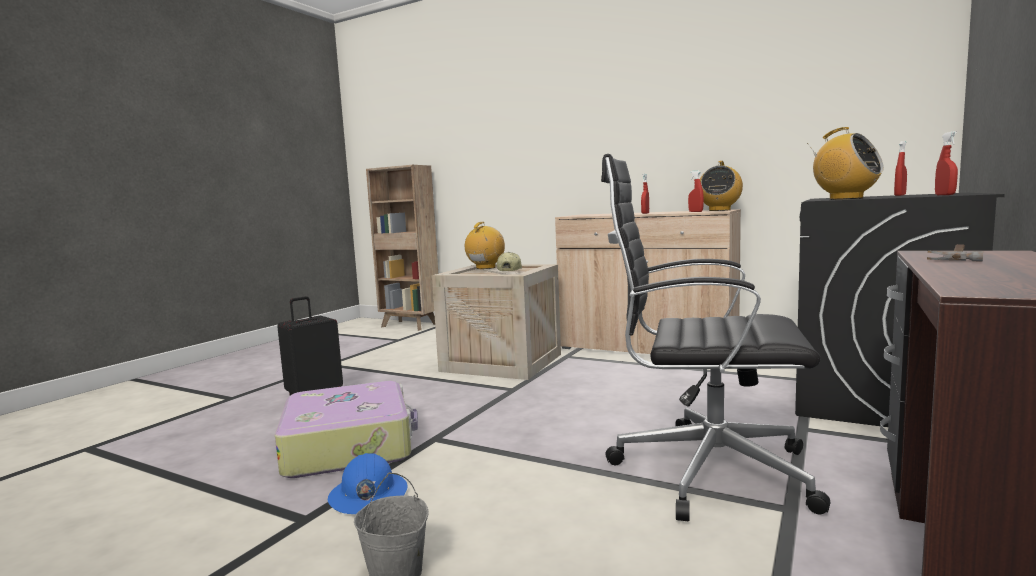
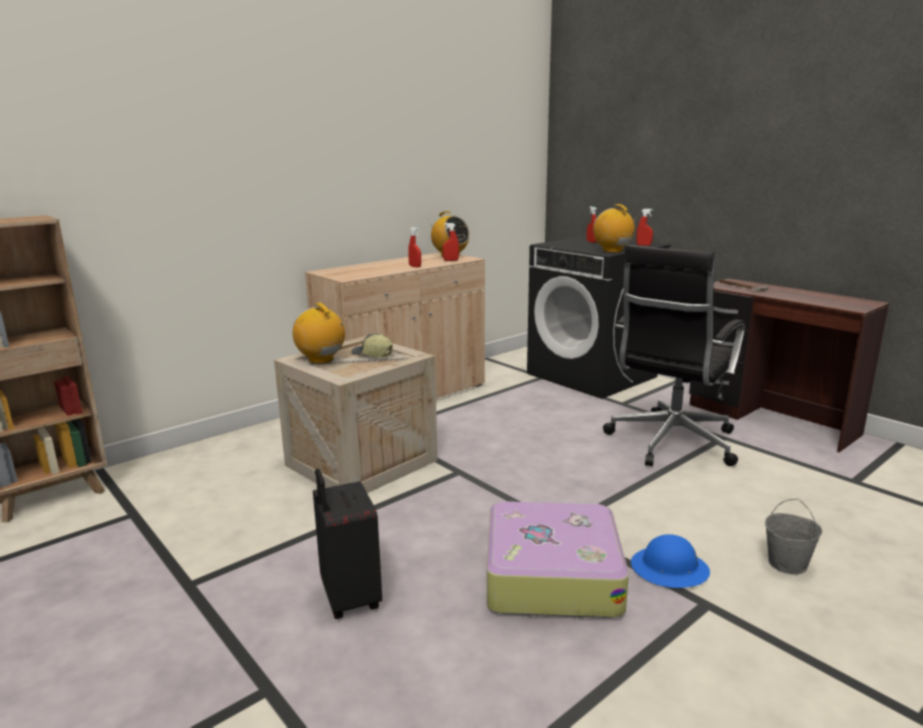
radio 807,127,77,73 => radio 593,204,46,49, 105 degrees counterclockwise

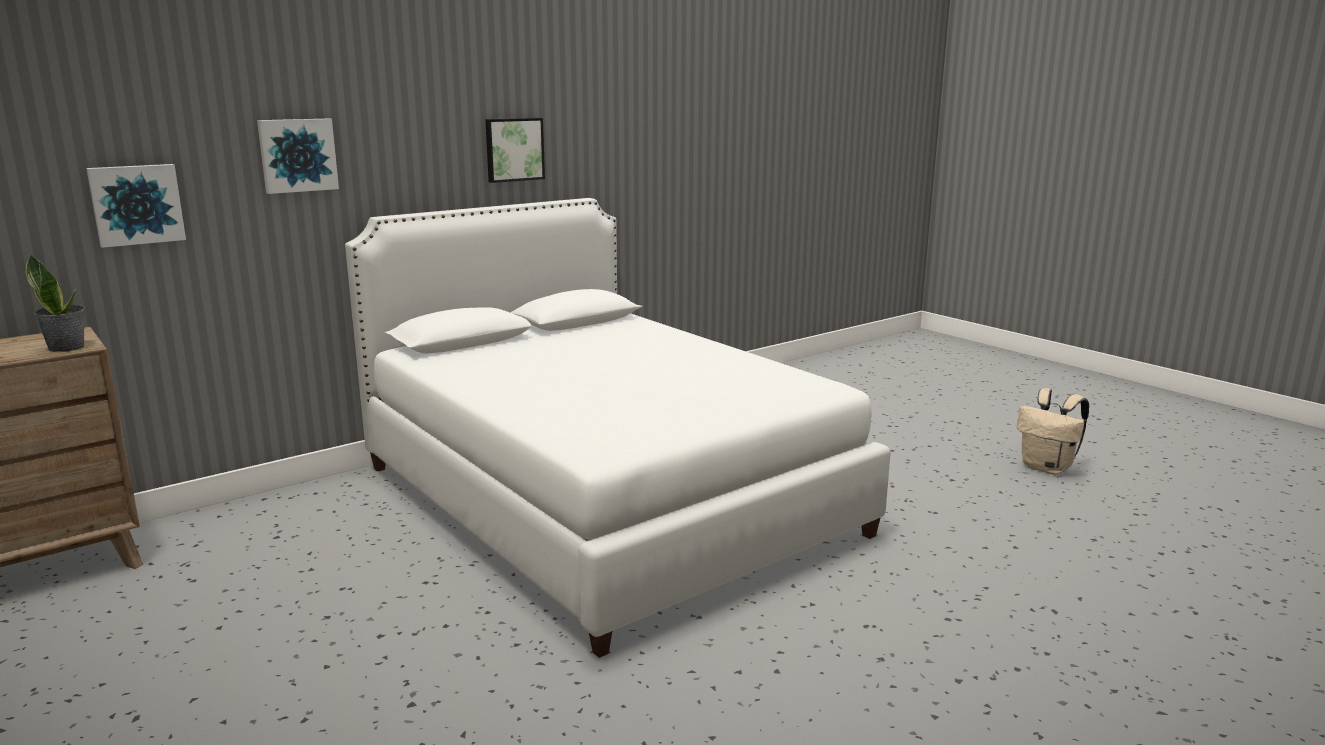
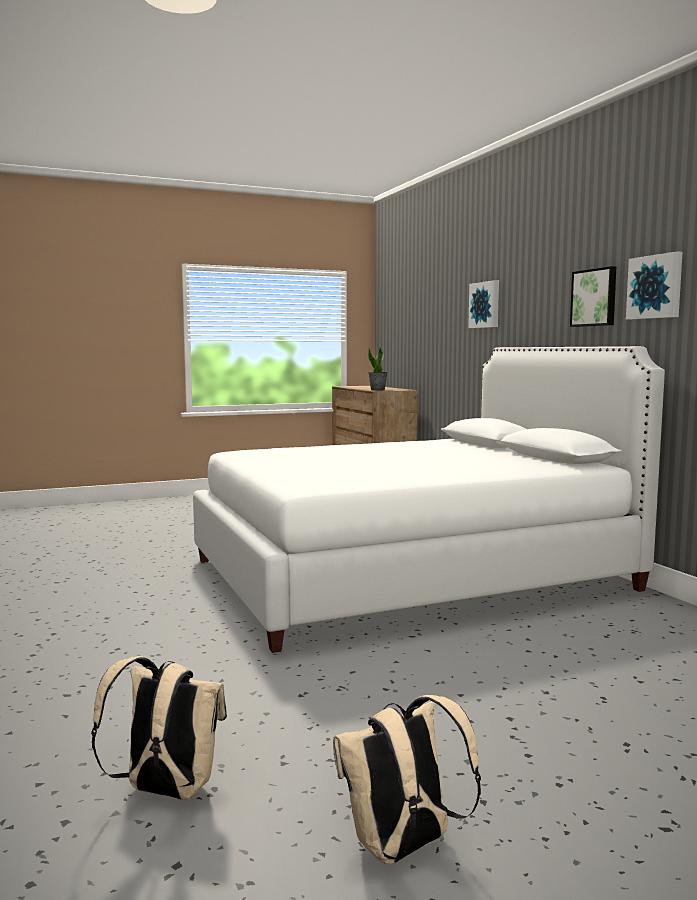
tableau 86,164,100,84 => tableau 626,251,57,69, relocated
nothing => sac à dos (beige) 91,656,136,144

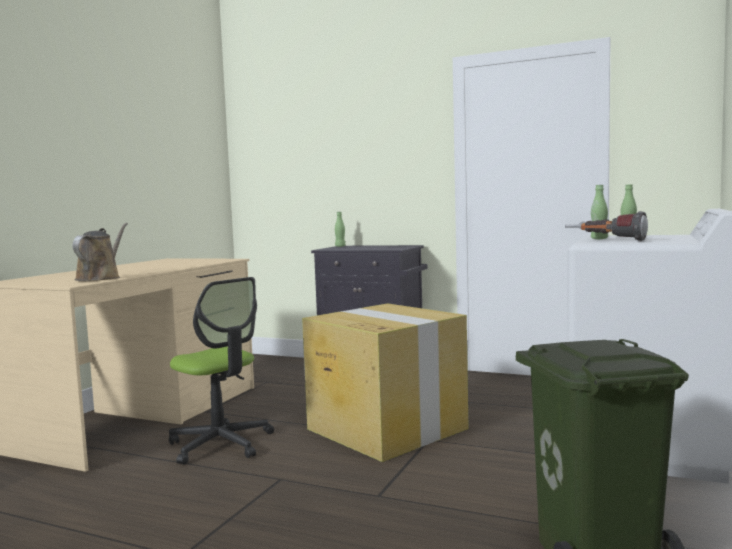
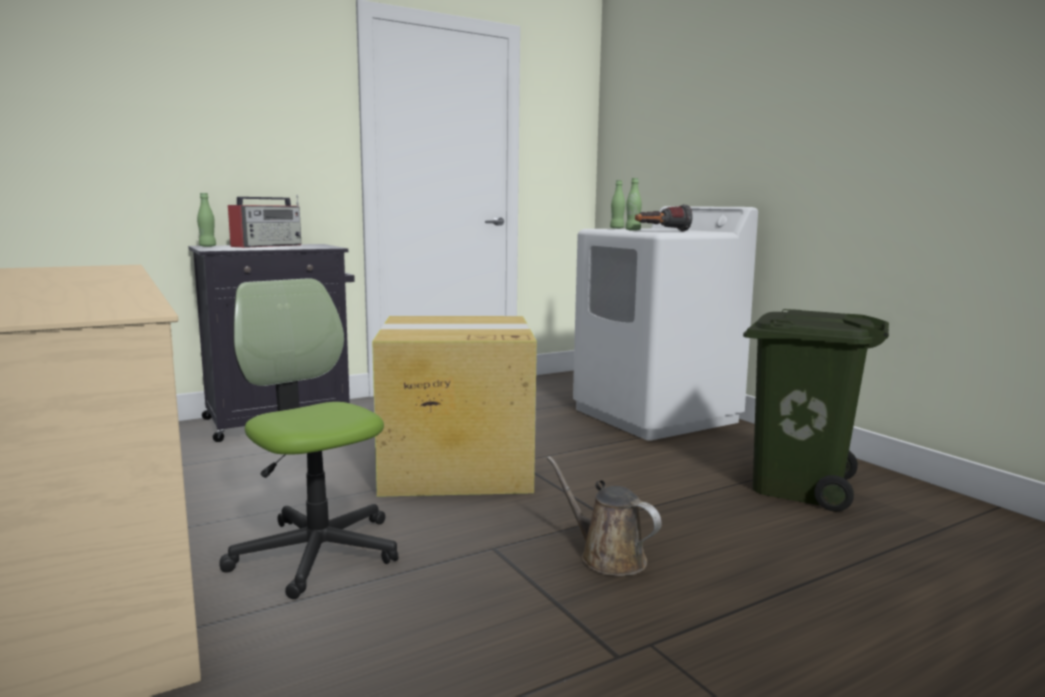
arrosoir (marron) 72,223,56,58 => arrosoir (marron) 547,456,114,120, relocated
chaise de bureau 169,277,105,188 => chaise de bureau 220,278,179,321, 120 degrees counterclockwise
nothing => radio 228,195,73,53

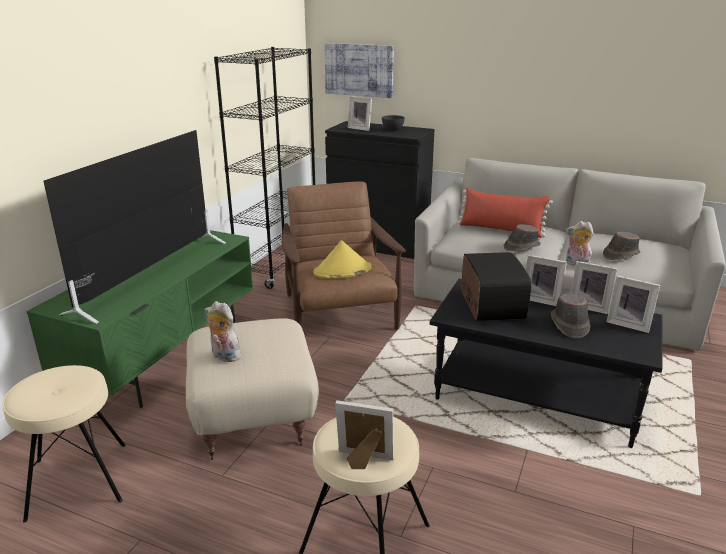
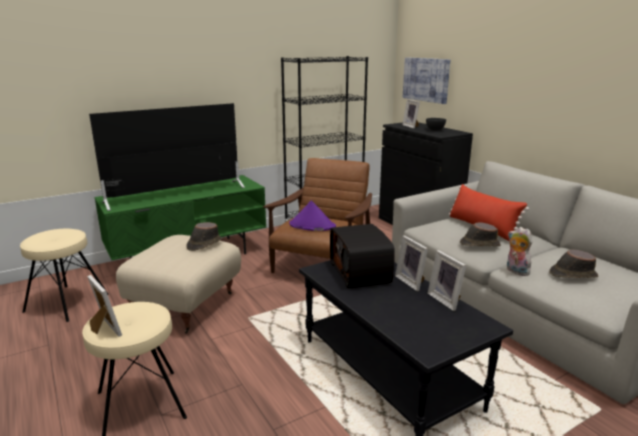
peluche 204,301,41,61 => nothing
chapeau (jaune) 313,240,59,39 => chapeau (violet) 289,200,47,31
radio 461,252,70,69 => radio 330,224,65,64, 135 degrees clockwise
chapeau (marron) 551,294,39,45 => chapeau (marron) 186,222,36,29, relocated
cadre photo 607,275,53,58 => nothing

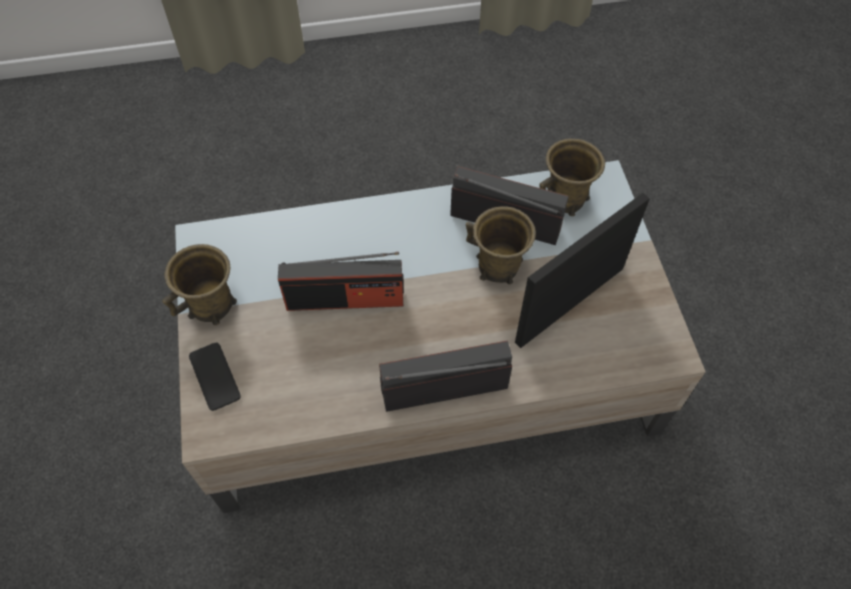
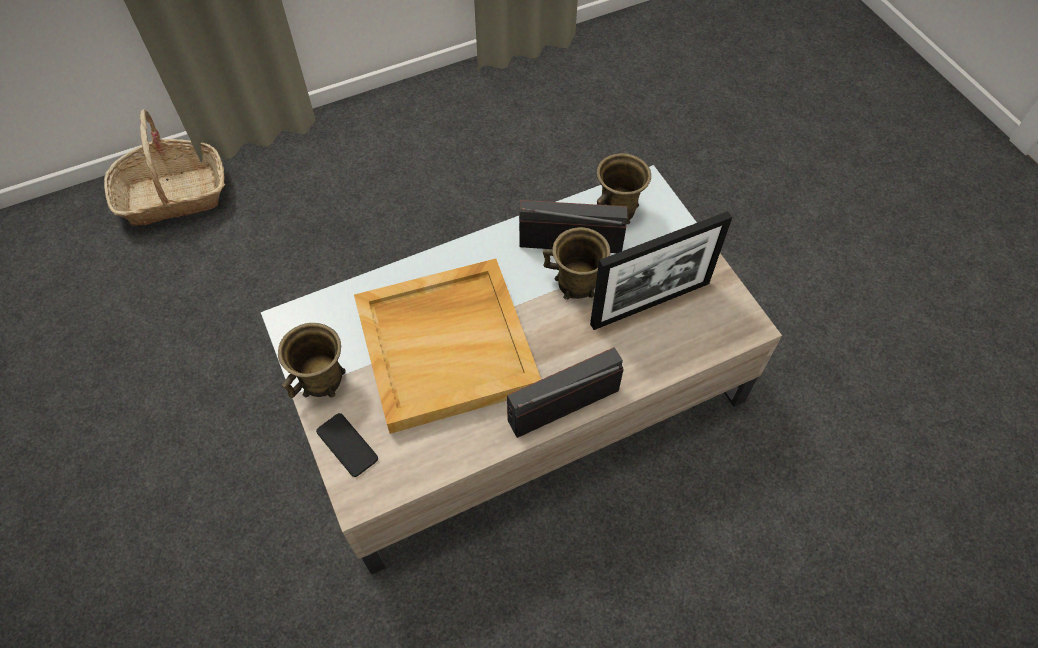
radio 278,252,126,59 => plateau (beige) 354,258,187,176
cadre photo 515,193,135,155 => cadre photo 590,211,142,119, 150 degrees counterclockwise
nothing => panier 104,109,121,117

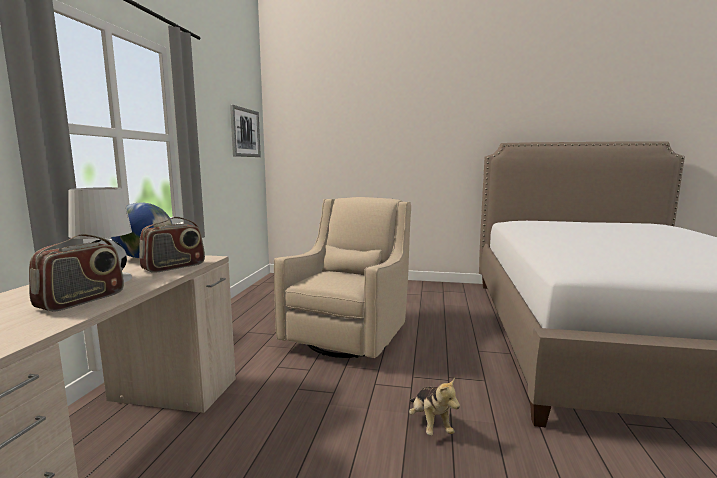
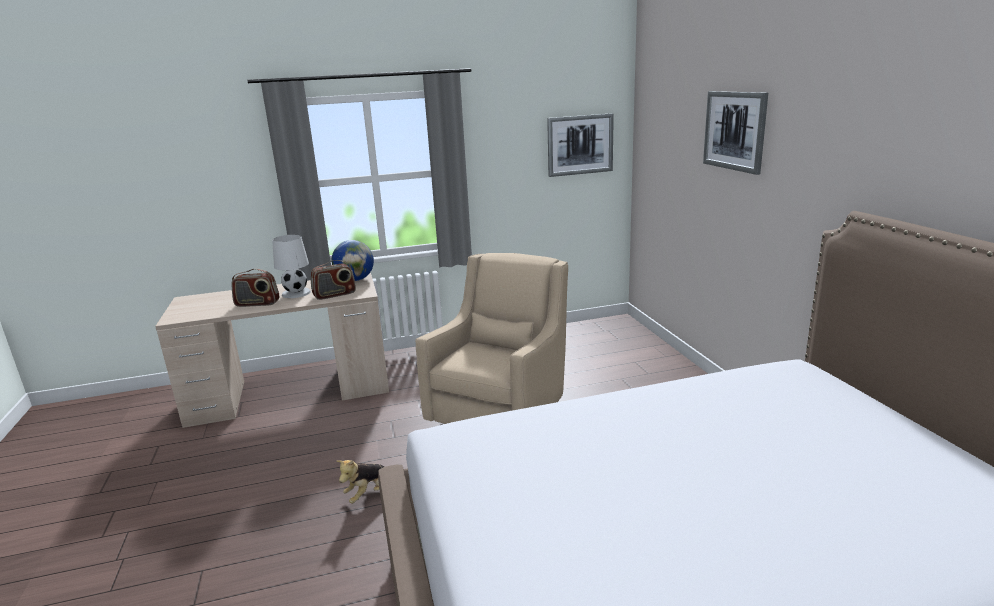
radio 139,217,66,56 => radio 311,260,45,40, 45 degrees counterclockwise
fauteuil (beige) 274,197,137,161 => fauteuil (beige) 415,253,153,171, 60 degrees counterclockwise
nothing => tableau 703,91,65,84

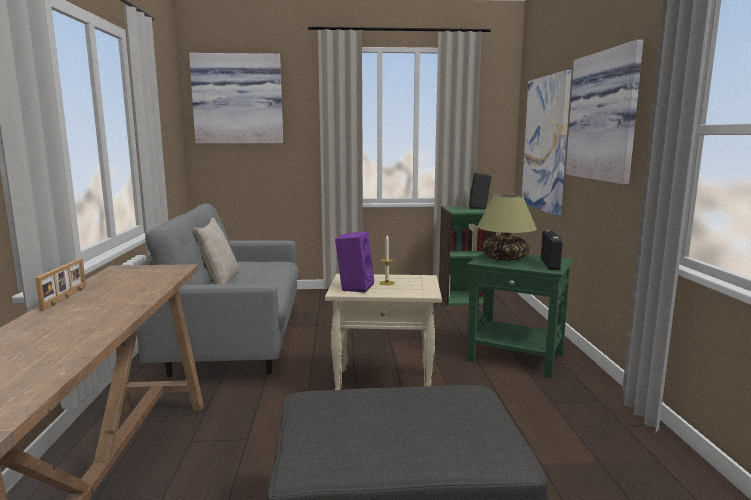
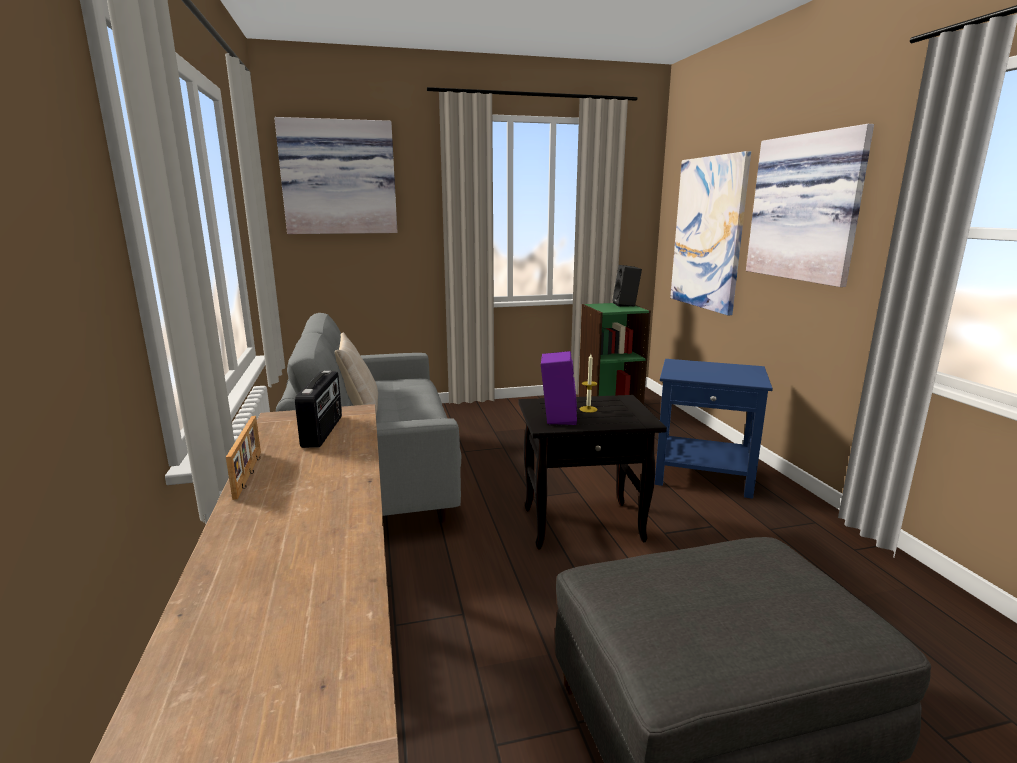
table d'appoint (beige) 325,274,117,116 => table d'appoint (noir) 518,395,149,155
table d'appoint (vert) 467,253,107,125 => table d'appoint (bleu) 655,359,118,140
lampe de table 477,194,60,66 => nothing
radio 541,230,22,40 => radio 295,370,47,78, relocated

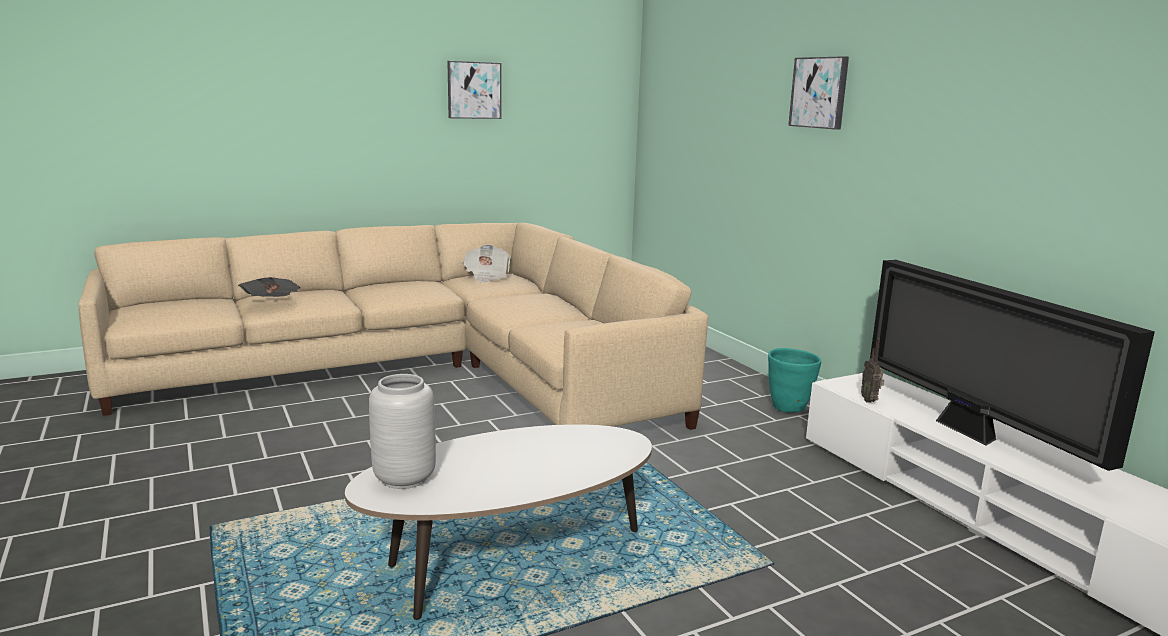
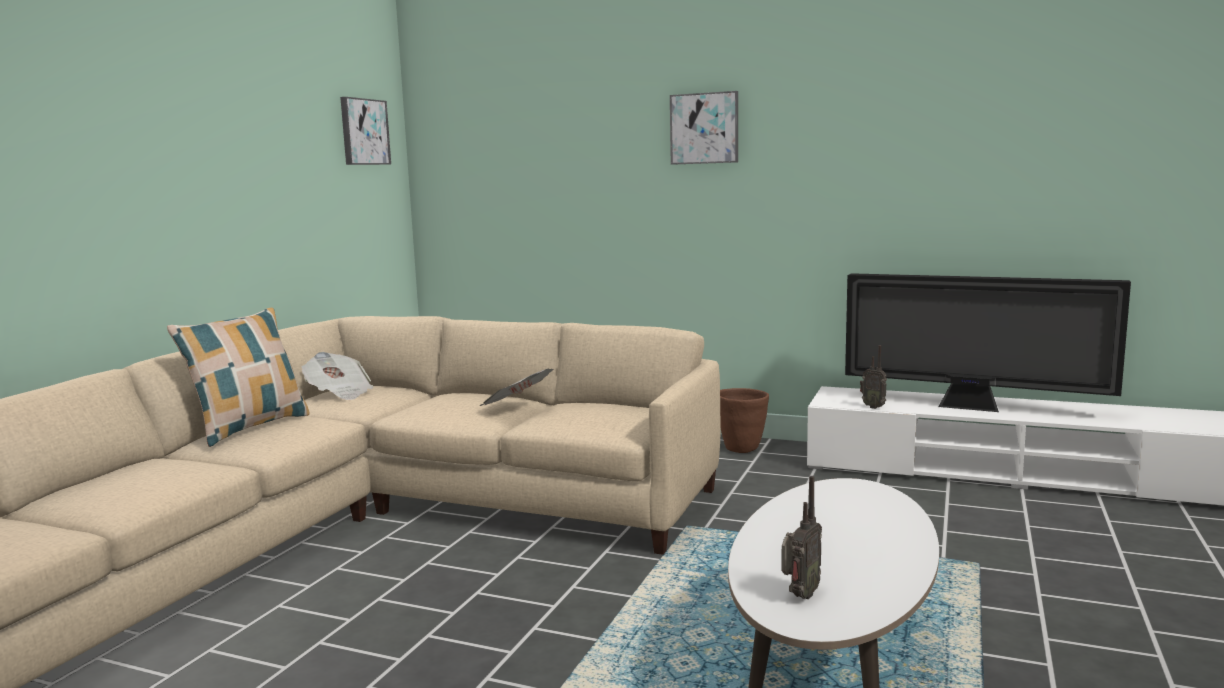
journal 238,277,63,20 => journal 479,368,74,38, relocated
vase (gris) 369,374,67,115 => radio 781,476,41,123
tableau 447,61,55,58 => tableau 340,97,51,68, relocated
cache-pot (turquoise) 768,348,53,64 => cache-pot (marron) 720,388,49,65
nothing => coussin 167,308,143,139

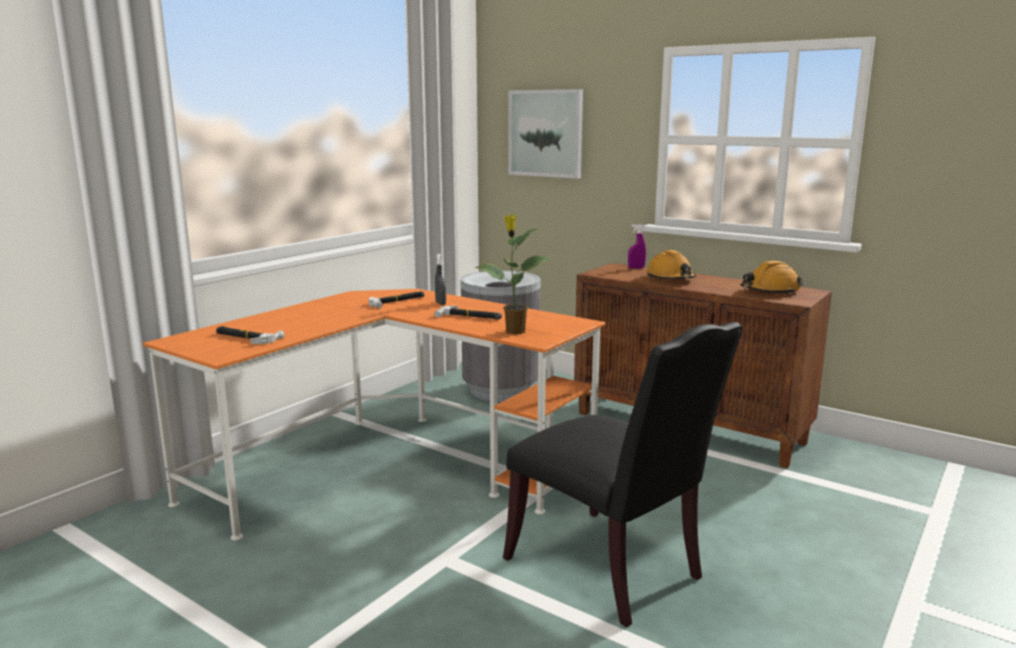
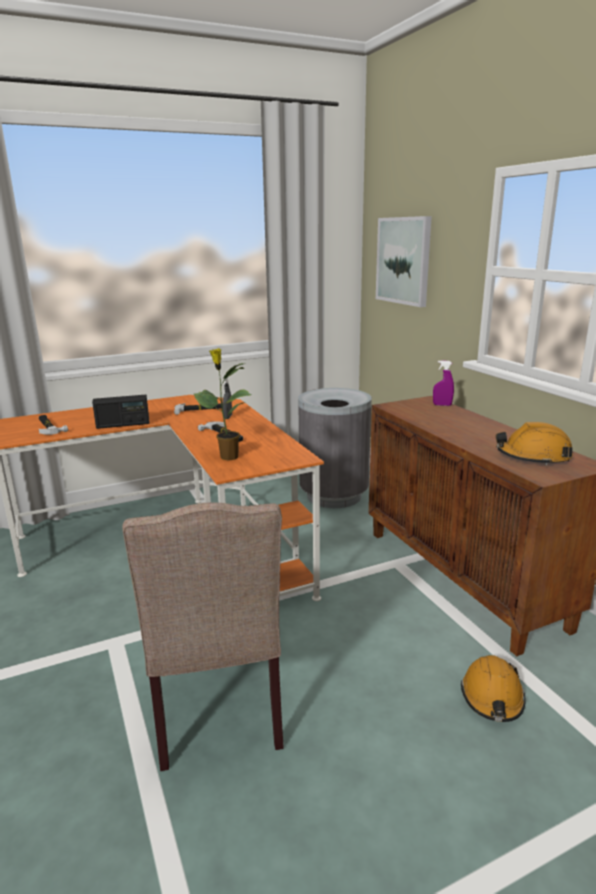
chaise (noir) 503,322,239,305 => chaise (beige) 122,503,162,268
casque de chantier (orange) 647,250,49,29 => casque de chantier (orange) 461,655,65,67, relocated
nothing => radio 92,395,58,34

